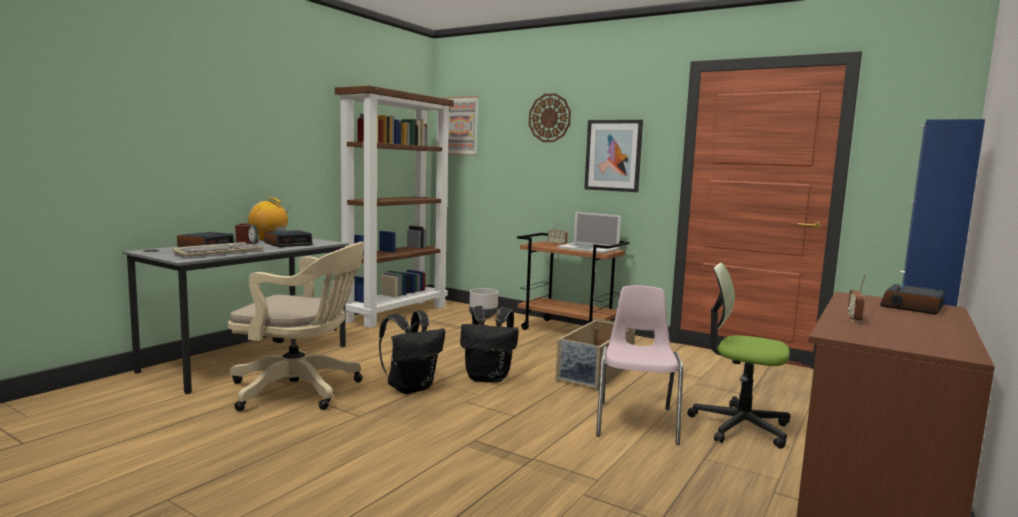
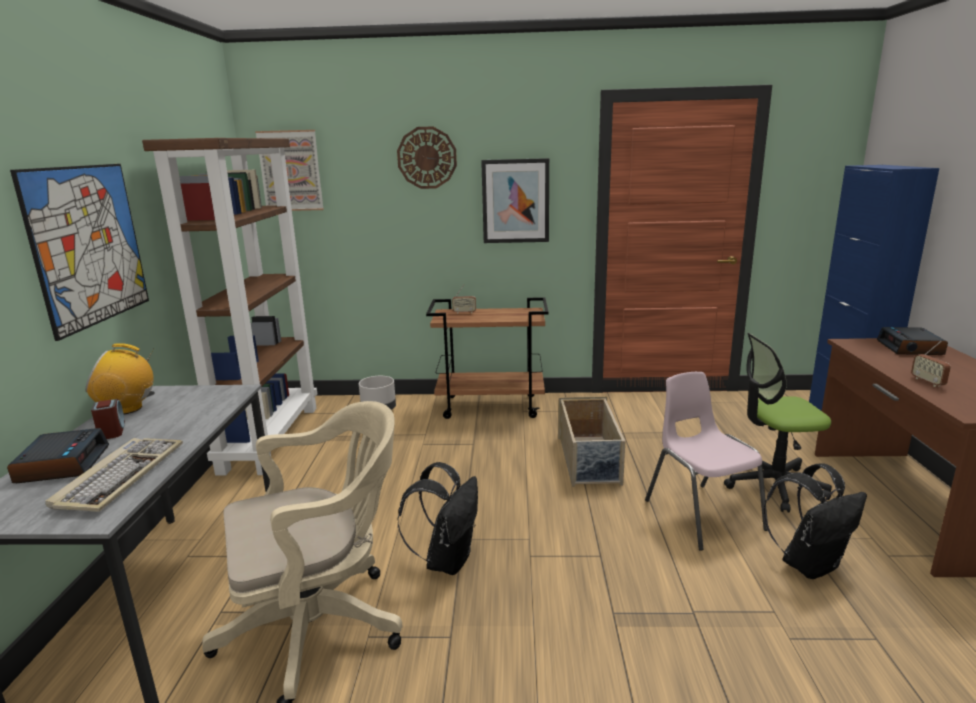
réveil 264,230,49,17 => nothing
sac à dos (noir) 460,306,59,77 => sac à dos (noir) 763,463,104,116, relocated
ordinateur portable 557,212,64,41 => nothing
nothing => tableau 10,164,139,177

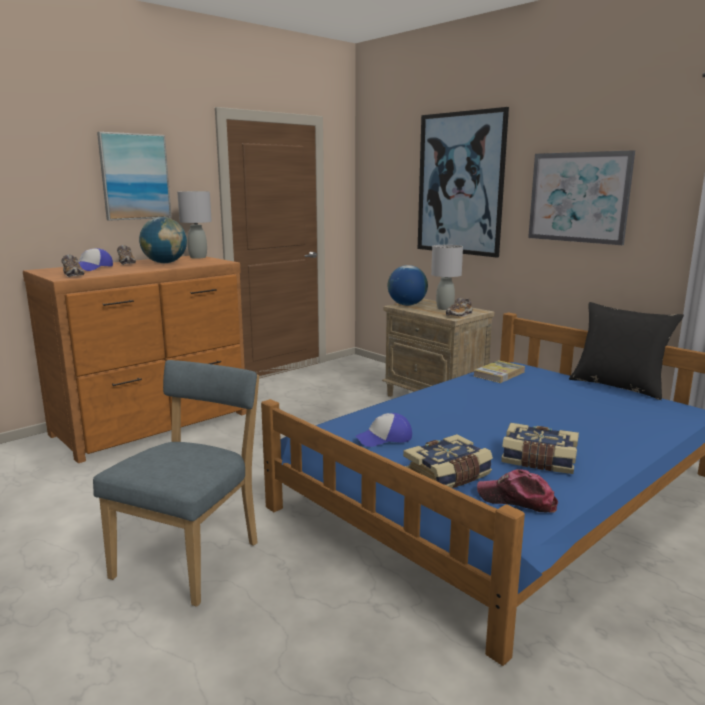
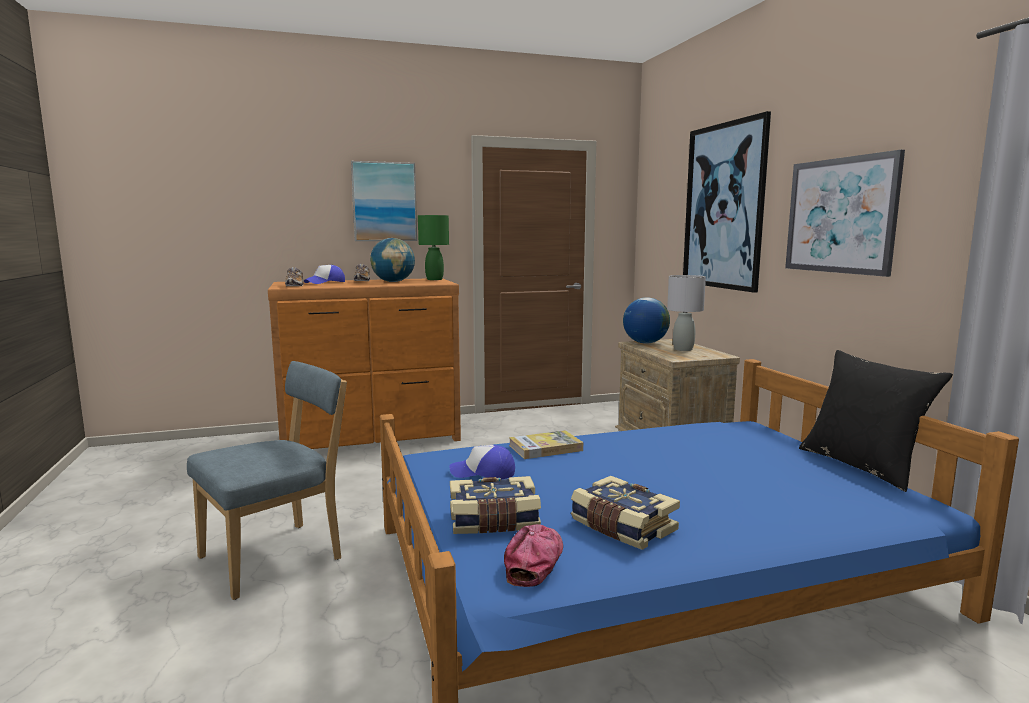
lampe de table (gris) 177,191,35,68 => lampe de table (vert) 418,215,31,65
chaussure 446,298,26,19 => nothing
livre 474,360,51,23 => livre 509,430,74,29, relocated
casquette 477,469,81,44 => casquette 504,524,59,63, 60 degrees clockwise

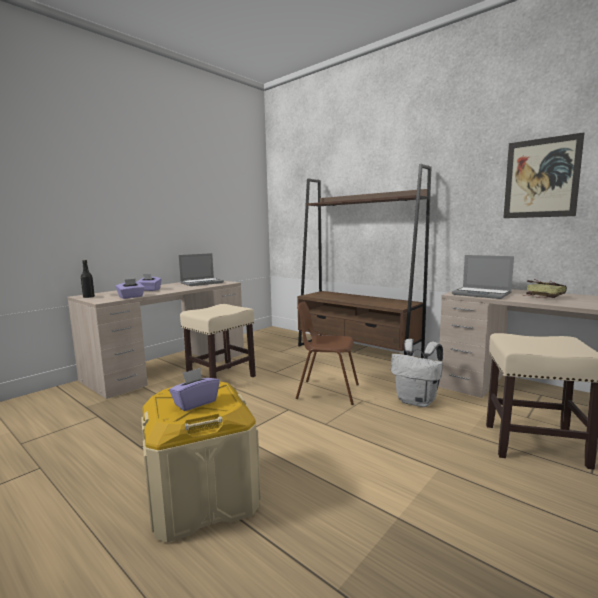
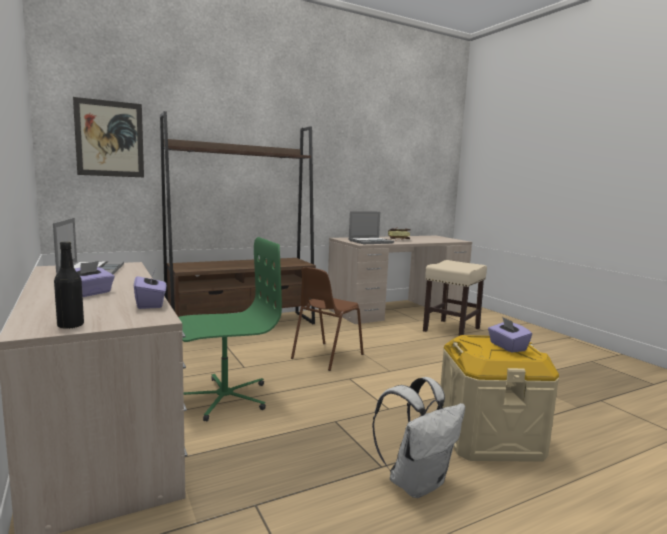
tabouret (beige) 180,304,76,75 => chaise de bureau (vert) 179,237,103,185
sac à dos (blanc) 391,339,52,68 => sac à dos (blanc) 372,377,93,121, relocated
tableau 503,132,81,86 => tableau 73,97,71,80, relocated

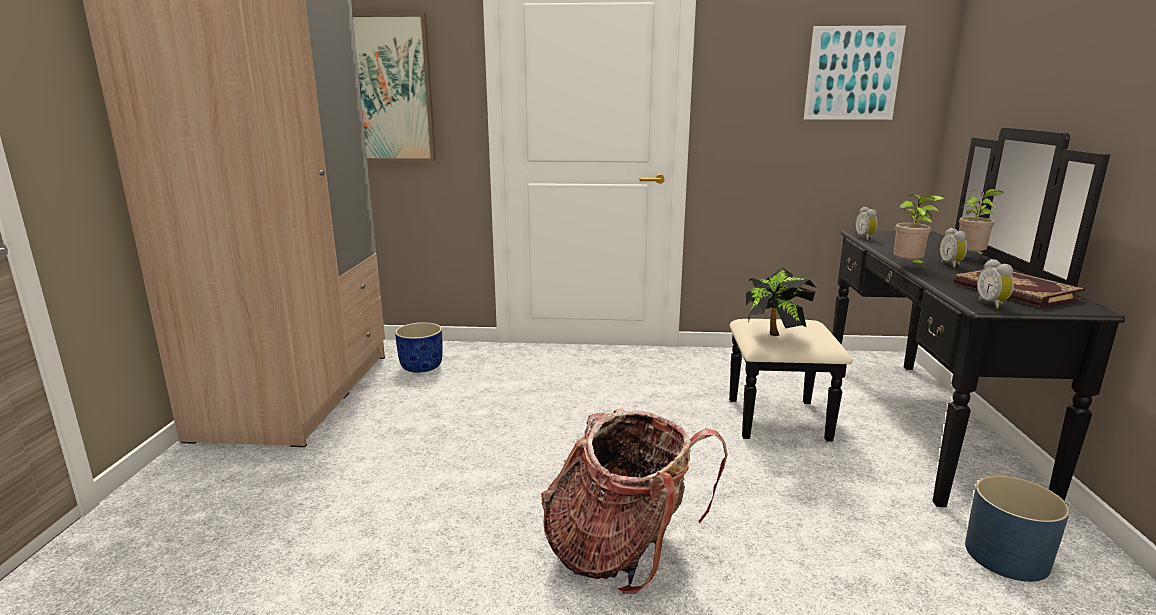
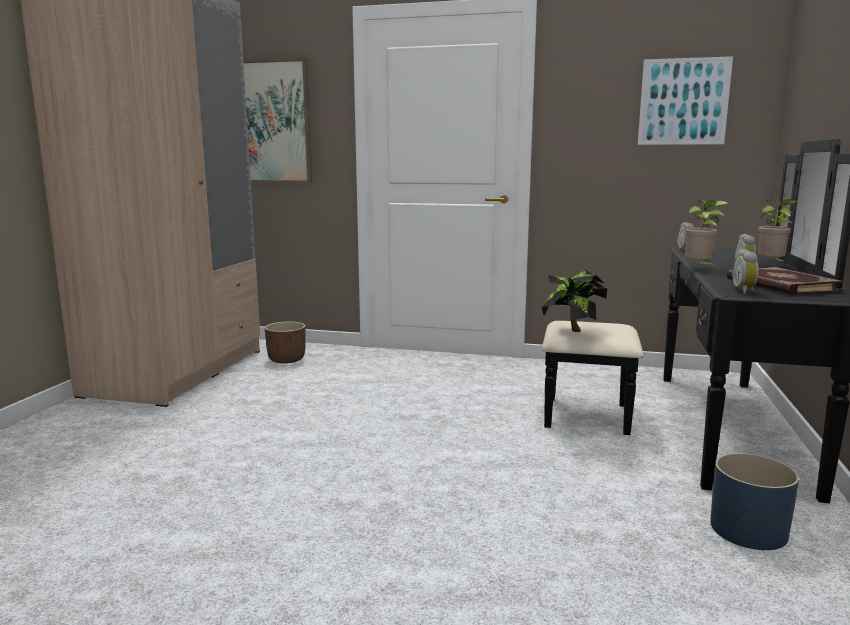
cache-pot (bleu) 395,322,48,51 => cache-pot (marron) 265,321,41,43
sac à dos 541,408,187,186 => nothing

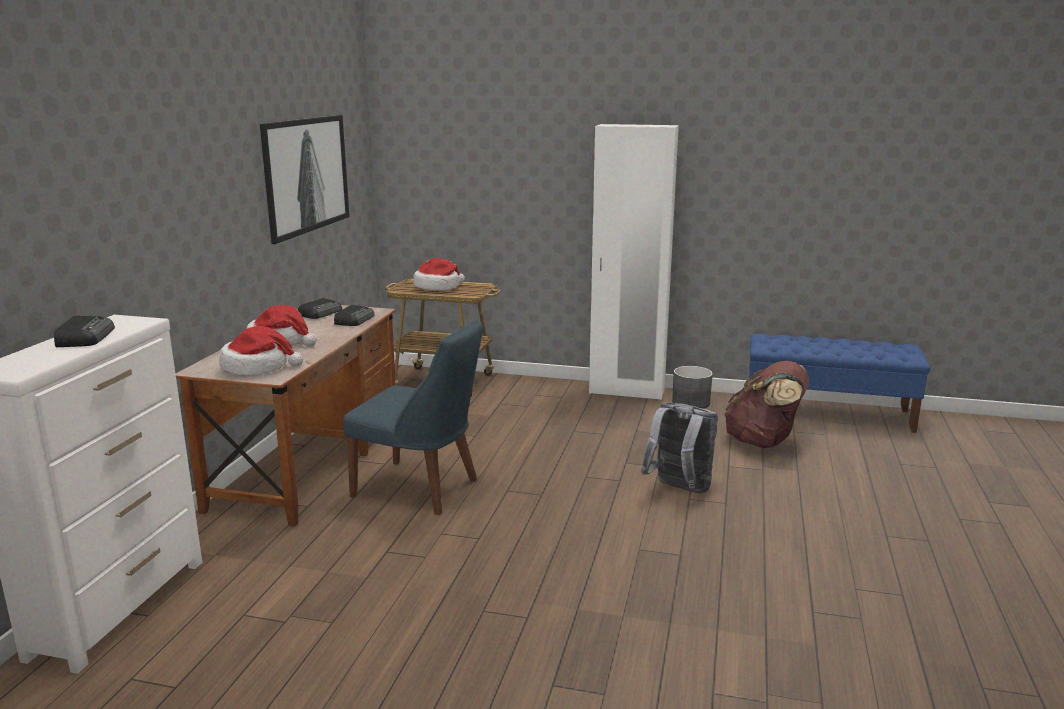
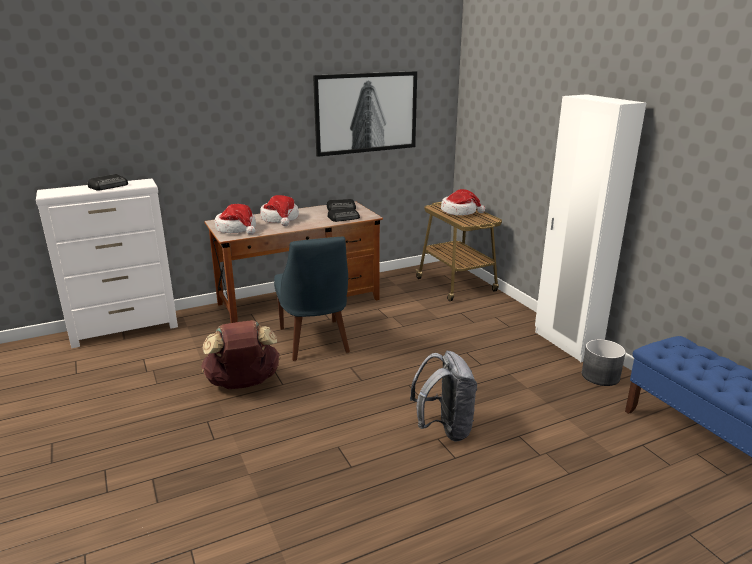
sac à dos (marron) 724,361,85,87 => sac à dos (marron) 201,320,79,69, relocated

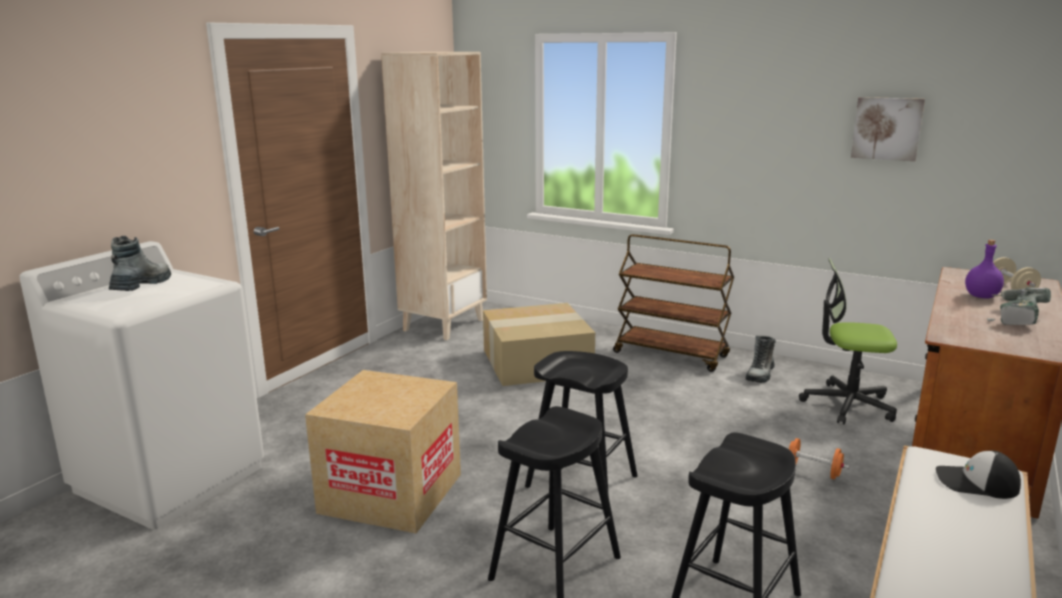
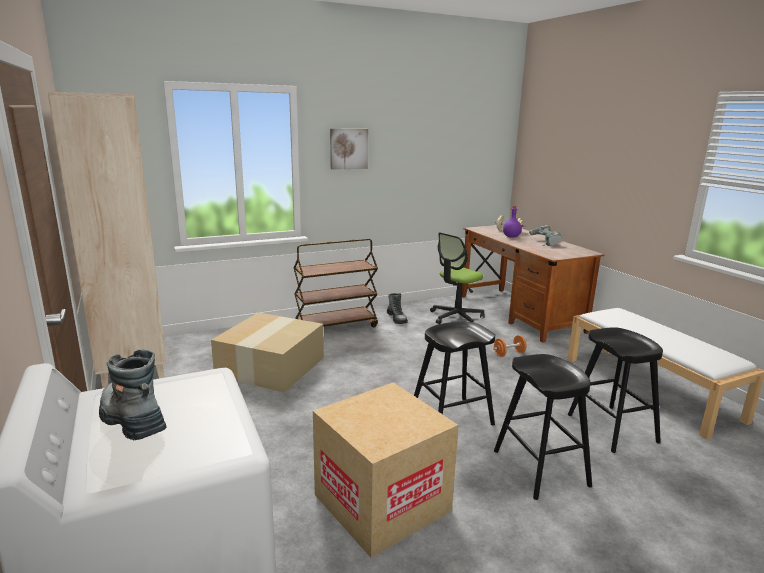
tableau 851,97,74,65 => tableau 330,129,38,41, relocated
casquette 936,451,85,48 => nothing

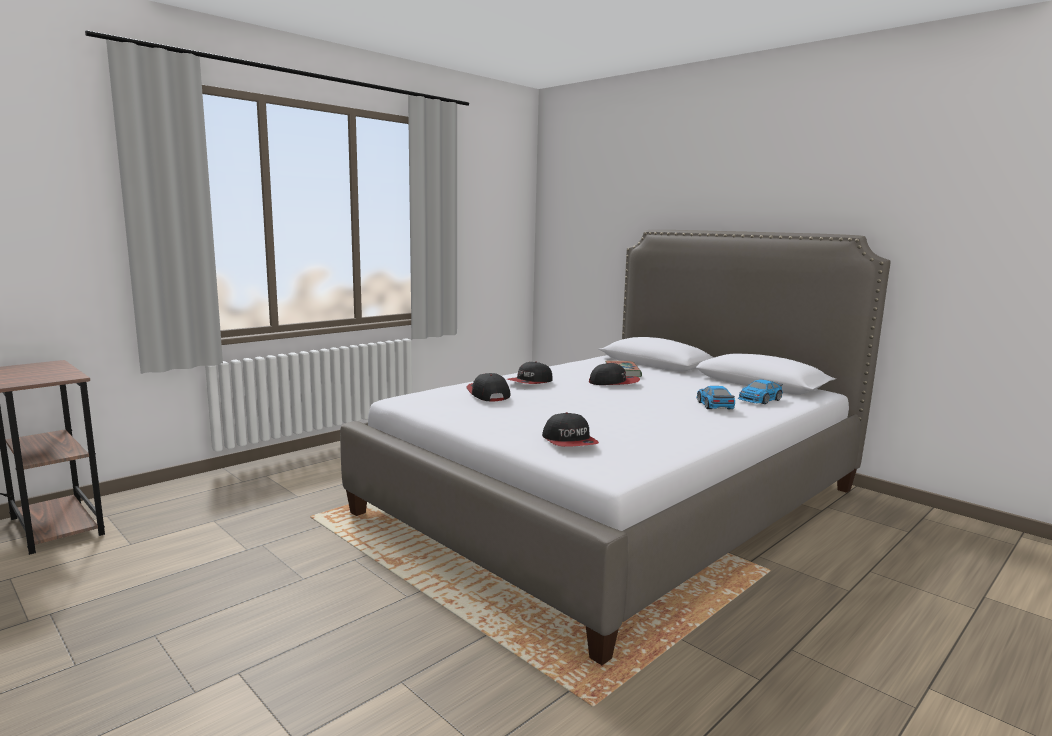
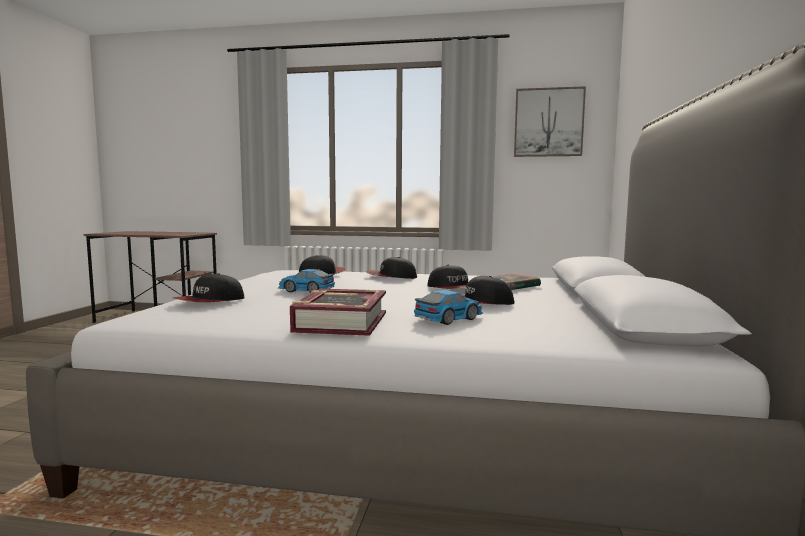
petite voiture 738,379,45,25 => petite voiture 278,269,57,24, relocated
nothing => livre 290,289,96,47
nothing => casquette 461,276,54,29
nothing => tableau 514,86,72,71

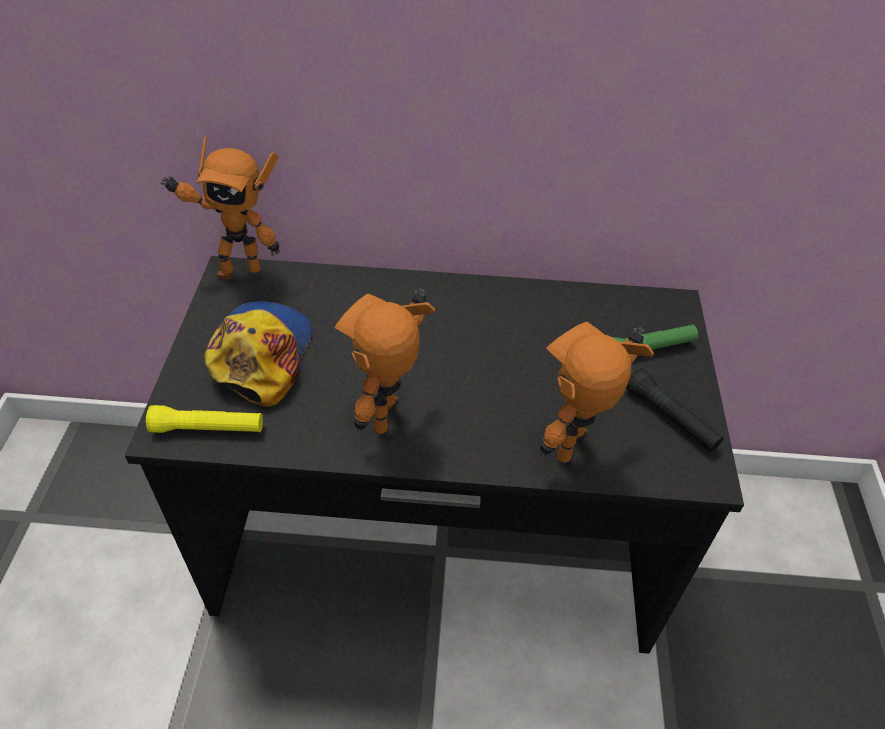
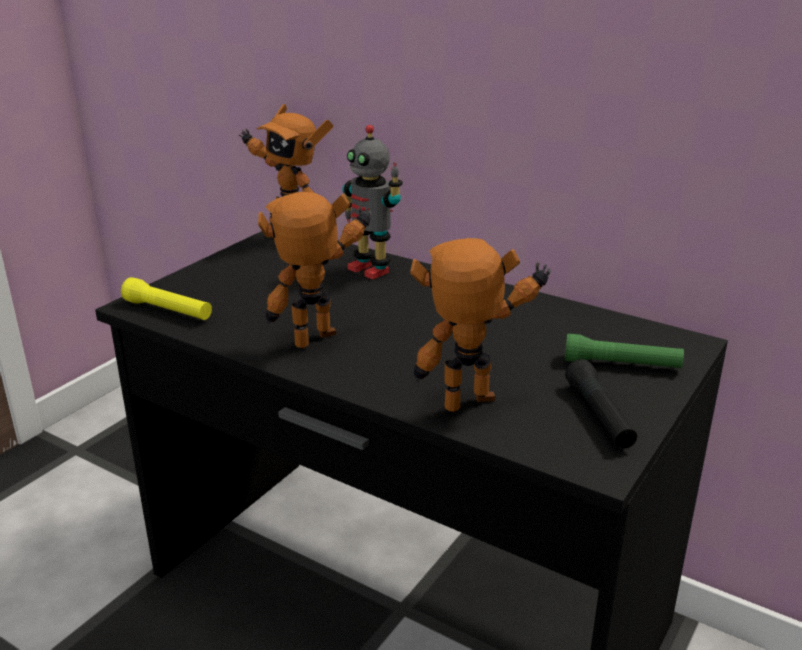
casquette 204,301,109,106 => nothing
nothing => robot jouet 342,125,61,155

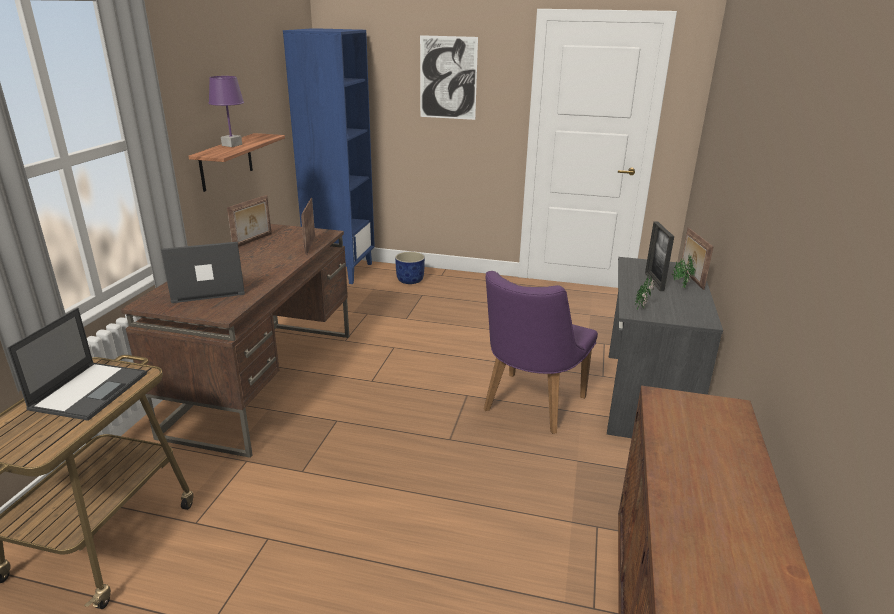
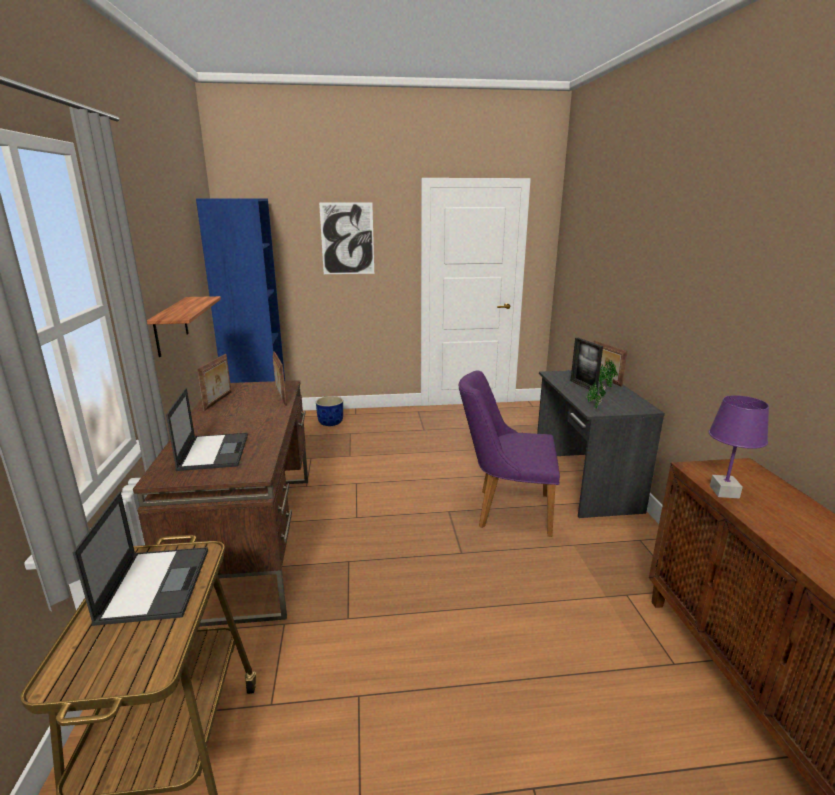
ordinateur portable 161,242,84,61 => ordinateur portable 166,388,82,83, 120 degrees clockwise
lampe de table (violet) 209,76,35,71 => lampe de table (violet) 709,395,60,104, relocated
chaise (violet) 484,271,114,163 => chaise (violet) 459,370,101,167, 90 degrees clockwise

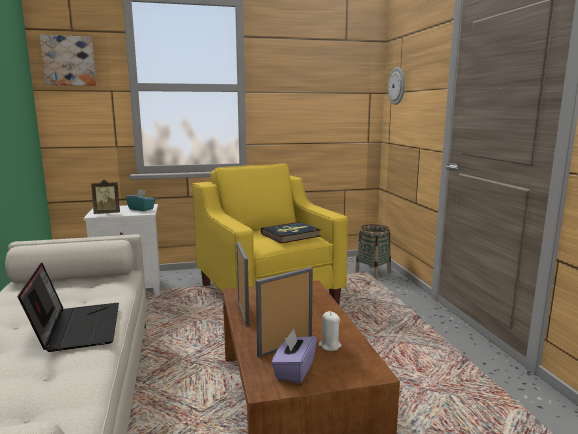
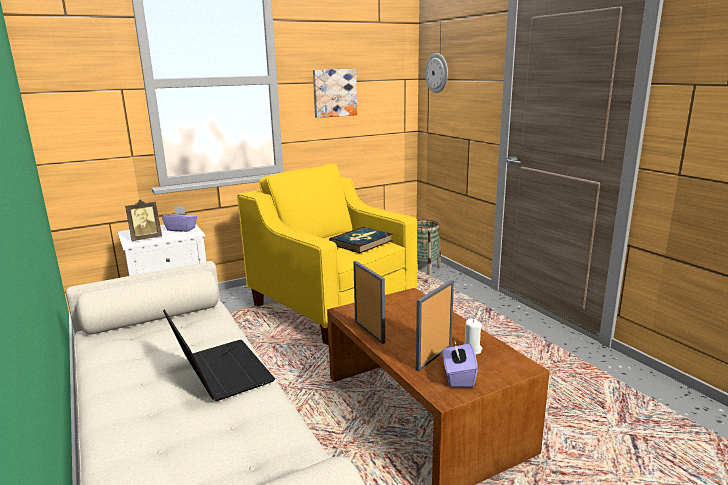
tableau 40,35,57,51 => tableau 313,69,44,49, relocated
boîte à mouchoirs (turquoise) 126,189,29,22 => boîte à mouchoirs (violet) 162,206,35,26

